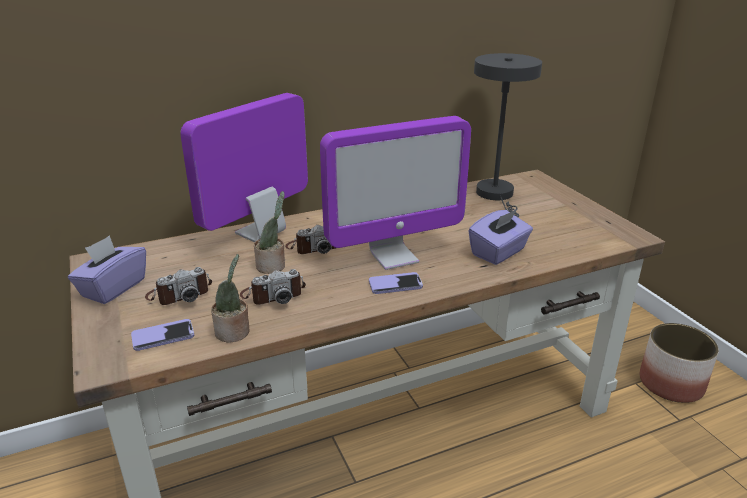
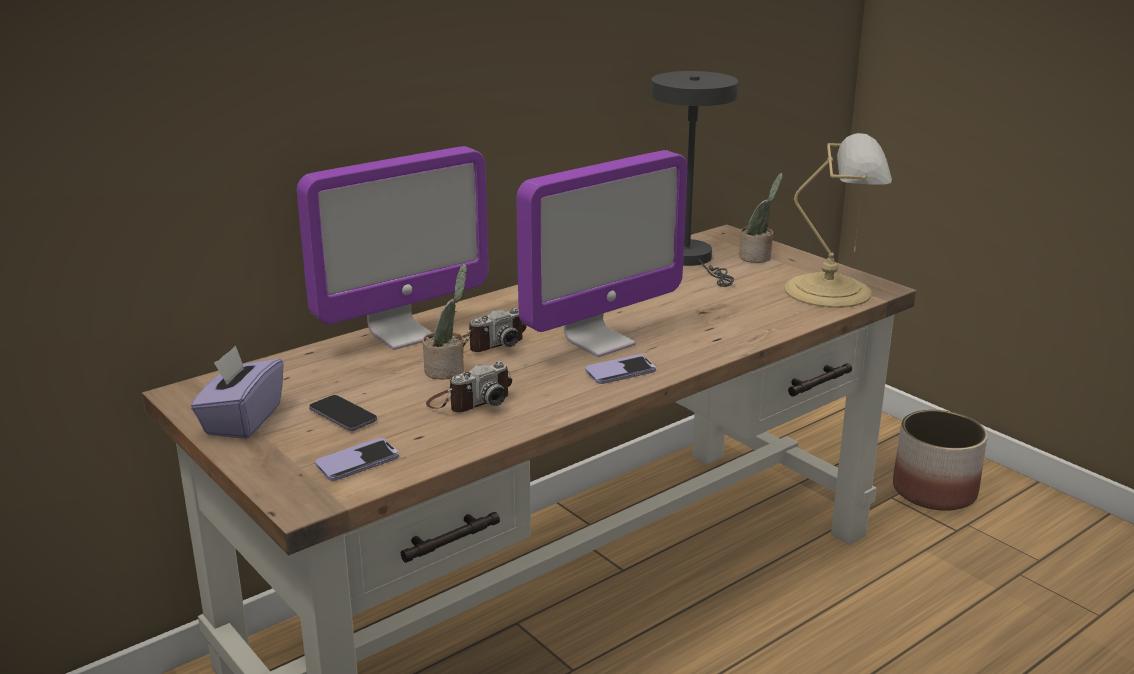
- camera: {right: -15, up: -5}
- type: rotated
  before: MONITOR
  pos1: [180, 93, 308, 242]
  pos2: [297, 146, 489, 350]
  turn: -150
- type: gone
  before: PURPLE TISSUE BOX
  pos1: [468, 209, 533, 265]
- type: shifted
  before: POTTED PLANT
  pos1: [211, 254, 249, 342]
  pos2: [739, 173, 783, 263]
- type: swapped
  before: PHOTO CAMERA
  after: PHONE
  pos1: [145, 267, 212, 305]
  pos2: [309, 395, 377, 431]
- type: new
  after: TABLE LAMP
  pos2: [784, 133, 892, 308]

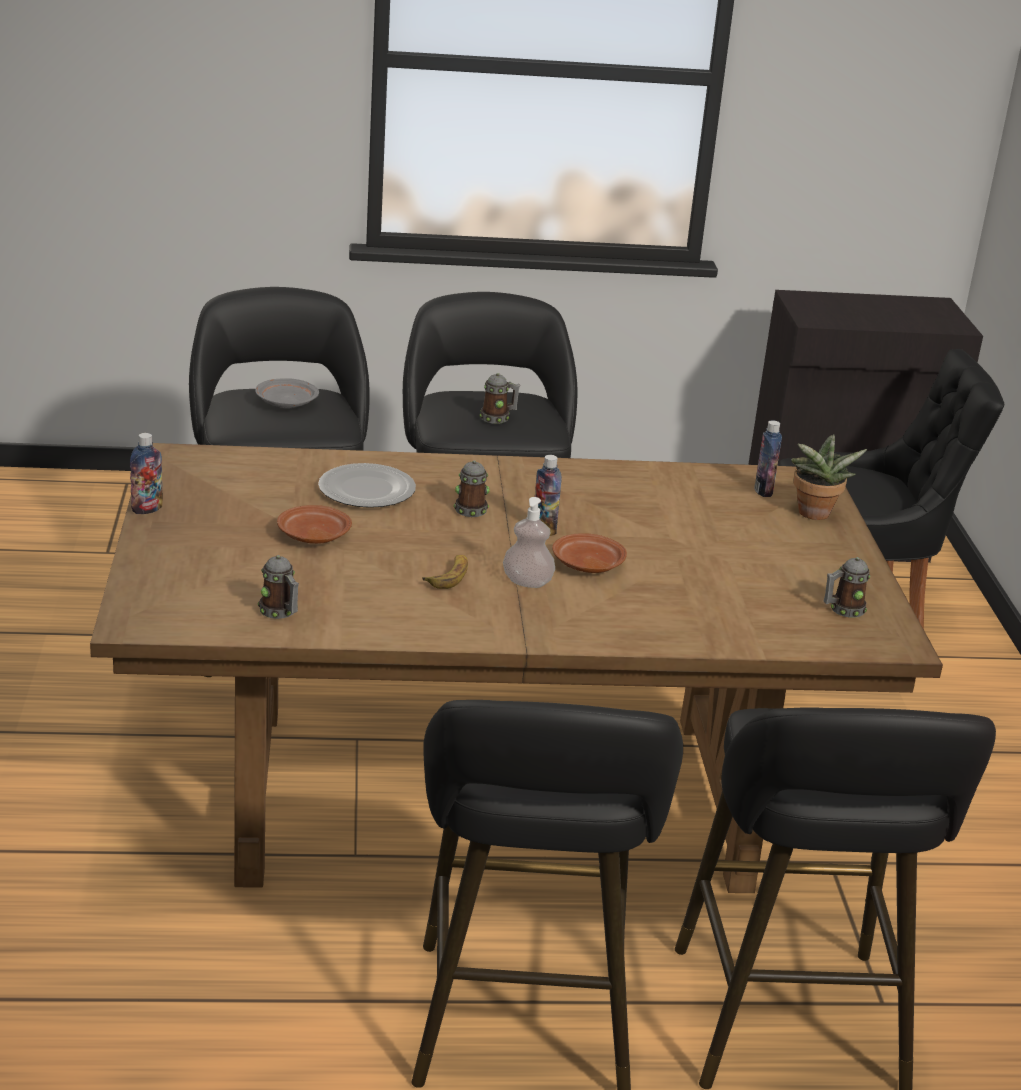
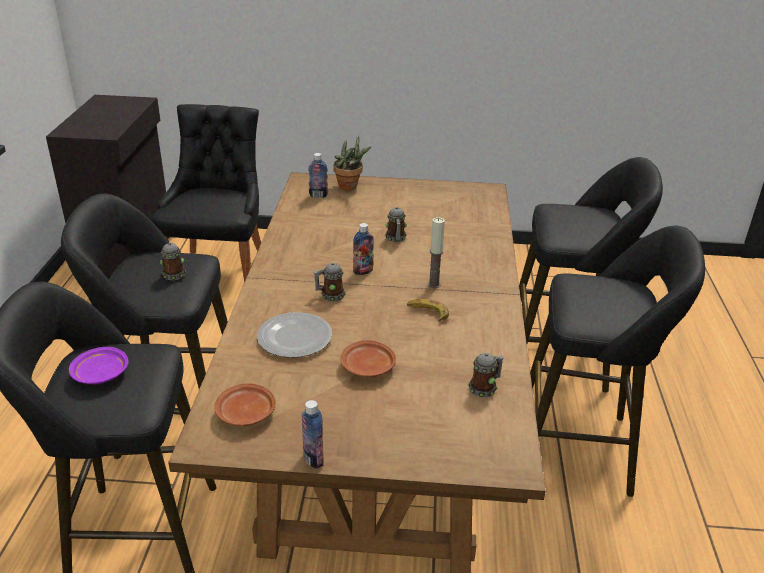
- camera: {right: -80, up: 5}
- type: repainted
  before: GREY PLATE
  after: PURPLE PLATE
  pos1: [255, 378, 319, 409]
  pos2: [69, 347, 129, 384]
- type: swapped
  before: SOAP DISPENSER
  after: CANDLE
  pos1: [503, 497, 555, 588]
  pos2: [428, 217, 445, 288]
- type: shifted
  before: BROWN PLATE
  pos1: [552, 533, 627, 573]
  pos2: [214, 383, 276, 426]
- type: shifted
  before: MUG
  pos1: [824, 557, 870, 618]
  pos2: [385, 207, 407, 242]

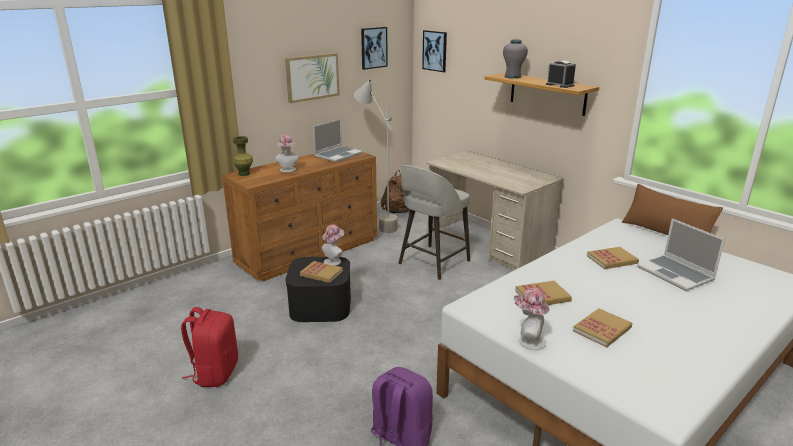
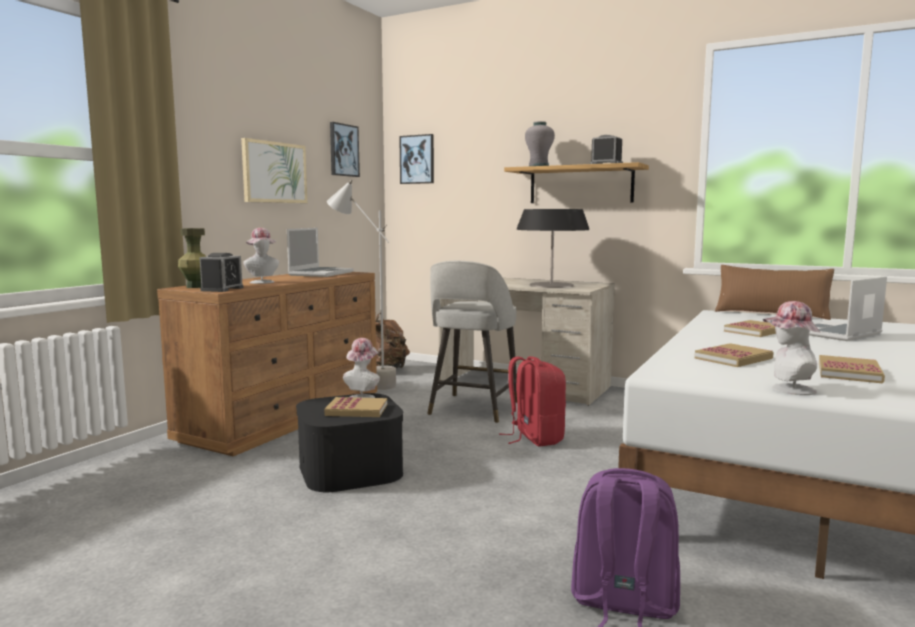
- camera: {right: -20, up: -15}
- type: rotated
  before: LAPTOP
  pos1: [637, 218, 725, 291]
  pos2: [809, 276, 887, 341]
  turn: 105
- type: shifted
  before: RED BACKPACK
  pos1: [181, 307, 238, 387]
  pos2: [499, 356, 566, 447]
- type: new
  after: TABLE LAMP
  pos2: [517, 209, 589, 288]
- type: new
  after: ALARM CLOCK
  pos2: [200, 253, 243, 292]

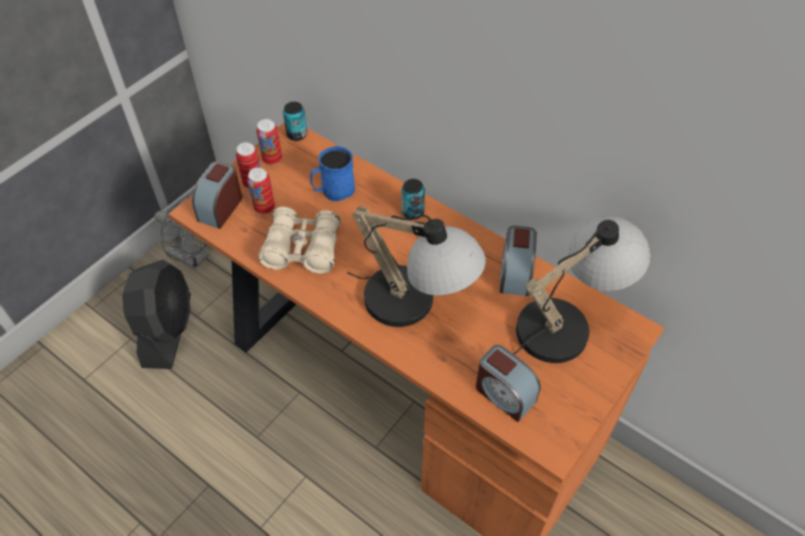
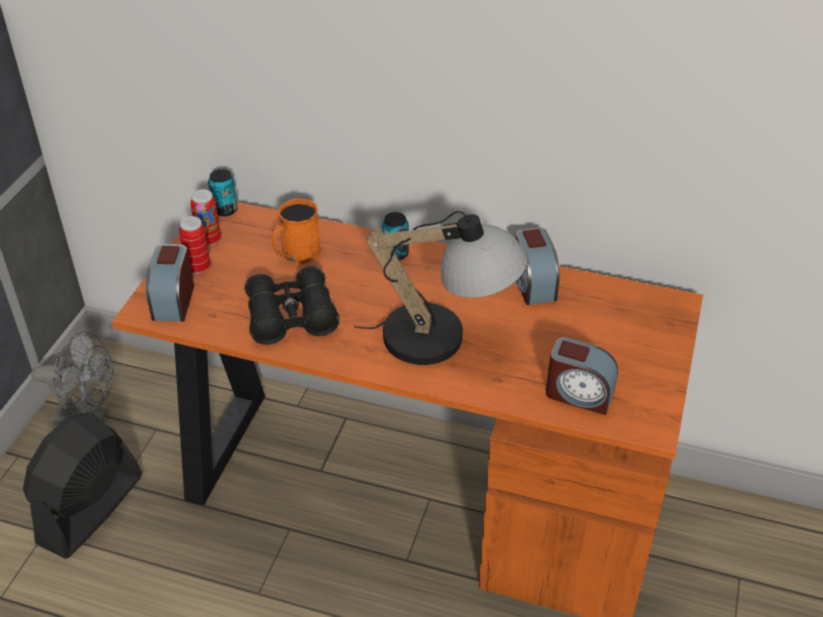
- camera: {right: -20, up: -10}
- type: repainted
  before: BLUE MUG
  after: ORANGE MUG
  pos1: [310, 146, 355, 202]
  pos2: [272, 199, 321, 264]
- type: gone
  before: CAN
  pos1: [247, 168, 275, 214]
- type: repainted
  before: BEIGE BINOCULARS
  after: BLACK BINOCULARS
  pos1: [258, 207, 341, 274]
  pos2: [244, 266, 339, 345]
- type: gone
  before: TABLE LAMP
  pos1: [513, 216, 651, 363]
- type: rotated
  before: BLACK FAN
  pos1: [123, 259, 191, 369]
  pos2: [23, 412, 142, 559]
  turn: -135

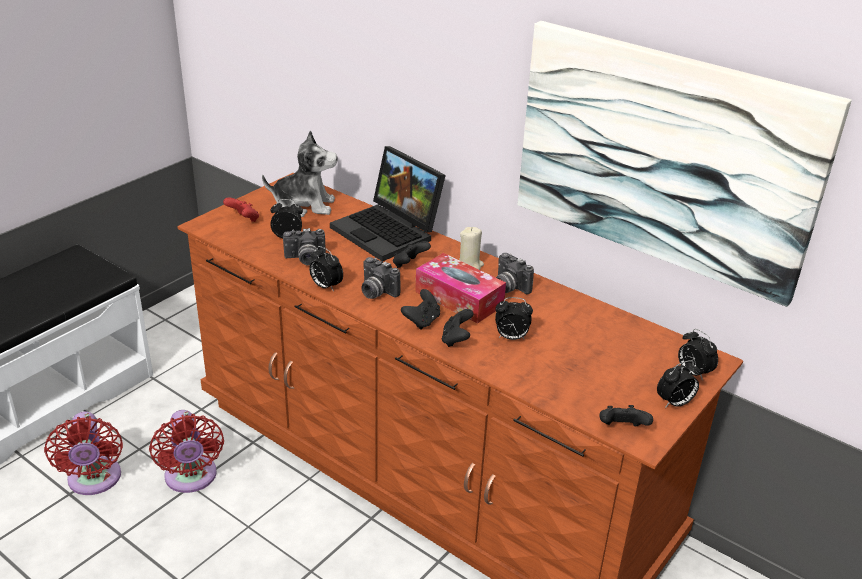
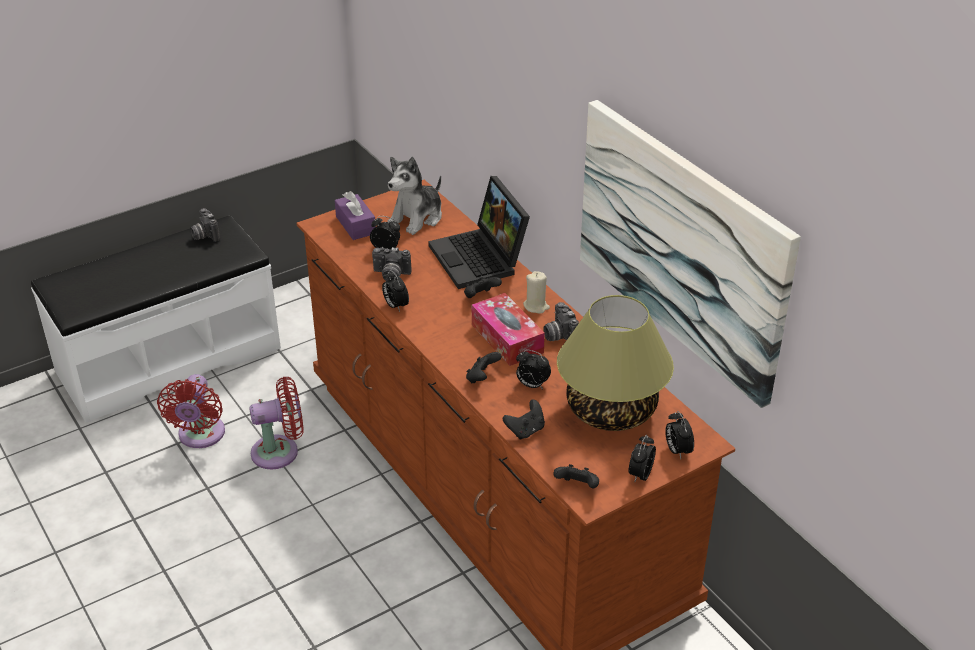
- camera: {right: 20, up: 5}
- type: rotated
  before: PLUSH TOY
  pos1: [262, 131, 338, 217]
  pos2: [387, 157, 442, 235]
  turn: 105
- type: swapped
  before: RED GAME CONTROLLER
  after: PURPLE TISSUE BOX
  pos1: [223, 198, 259, 222]
  pos2: [335, 191, 376, 240]
- type: shifted
  before: PHOTO CAMERA
  pos1: [361, 257, 401, 299]
  pos2: [190, 208, 220, 242]
- type: shifted
  before: BLACK GAME CONTROLLER
  pos1: [401, 289, 440, 330]
  pos2: [503, 399, 545, 440]
- type: rotated
  before: ALARM CLOCK
  pos1: [657, 360, 701, 408]
  pos2: [629, 435, 656, 482]
  turn: 120
- type: rotated
  before: RED FAN
  pos1: [149, 410, 224, 493]
  pos2: [249, 377, 303, 469]
  turn: -105
- type: new
  after: TABLE LAMP
  pos2: [557, 295, 674, 431]

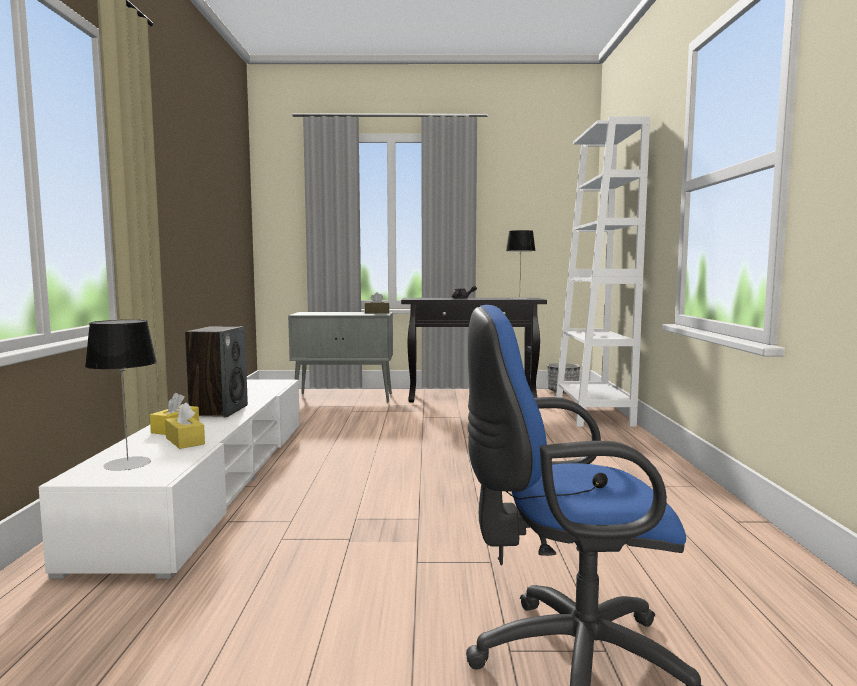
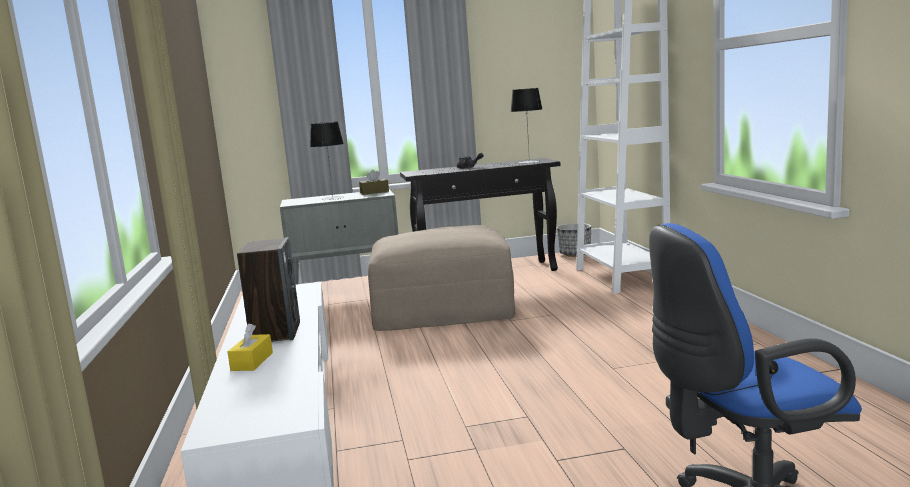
- camera: {right: -10, up: 5}
- type: shifted
  before: TABLE LAMP
  pos1: [85, 320, 157, 471]
  pos2: [310, 122, 344, 200]
- type: gone
  before: YELLOW TISSUE BOX
  pos1: [165, 402, 205, 449]
- type: new
  after: BEIGE OTTOMAN
  pos2: [368, 225, 515, 331]

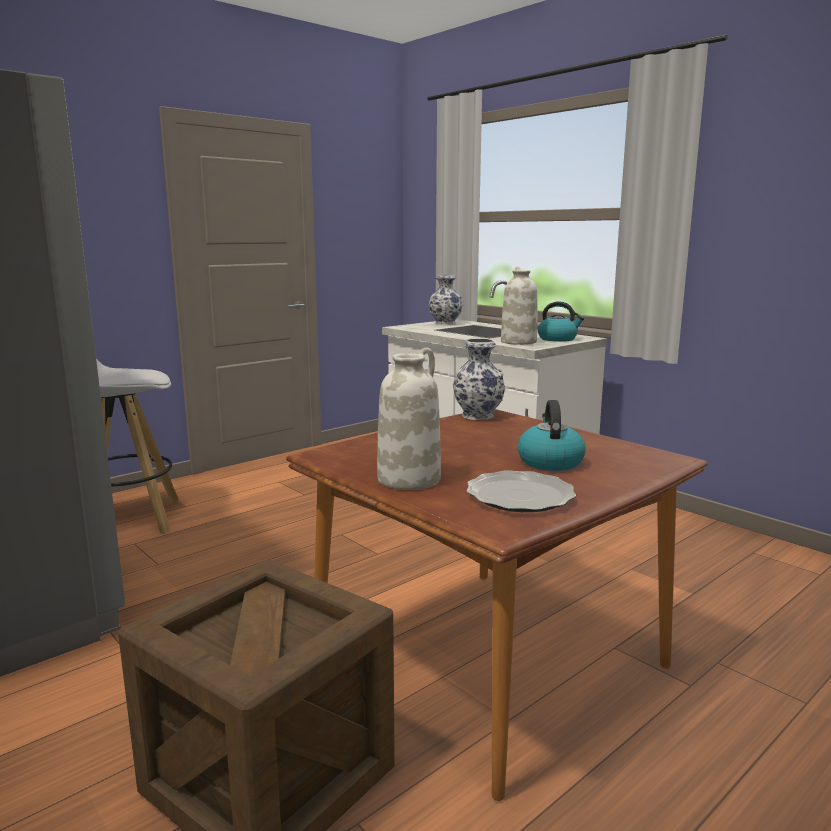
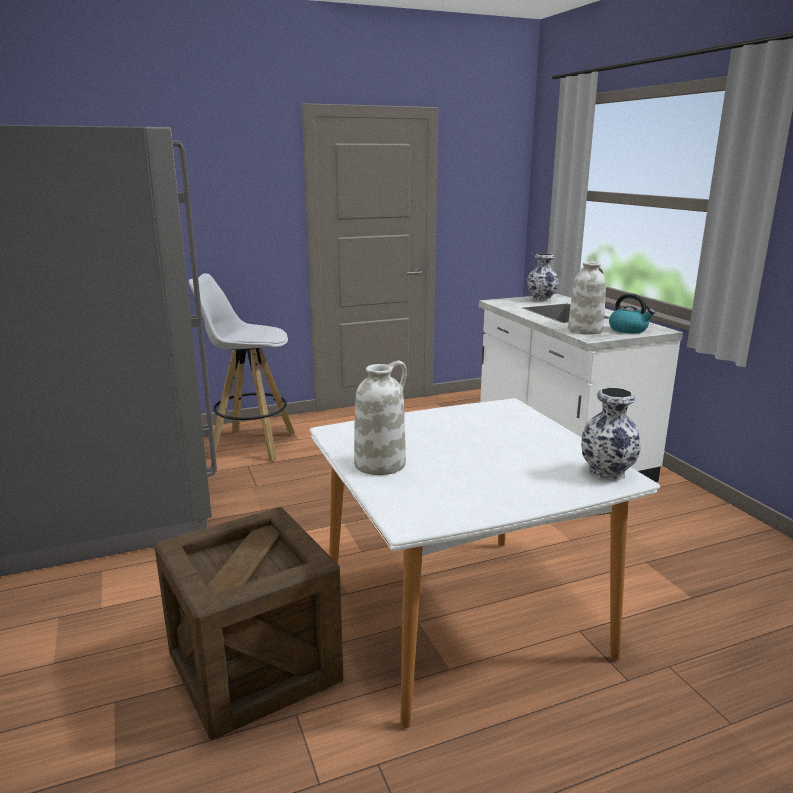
- camera: {right: 20, up: 5}
- type: shifted
  before: VASE
  pos1: [453, 339, 505, 420]
  pos2: [581, 387, 641, 481]
- type: gone
  before: KETTLE
  pos1: [518, 400, 586, 471]
- type: repainted
  before: BROWN DINING TABLE
  after: WHITE DINING TABLE
  pos1: [286, 409, 708, 801]
  pos2: [309, 398, 660, 728]
- type: gone
  before: PLATE
  pos1: [466, 470, 576, 512]

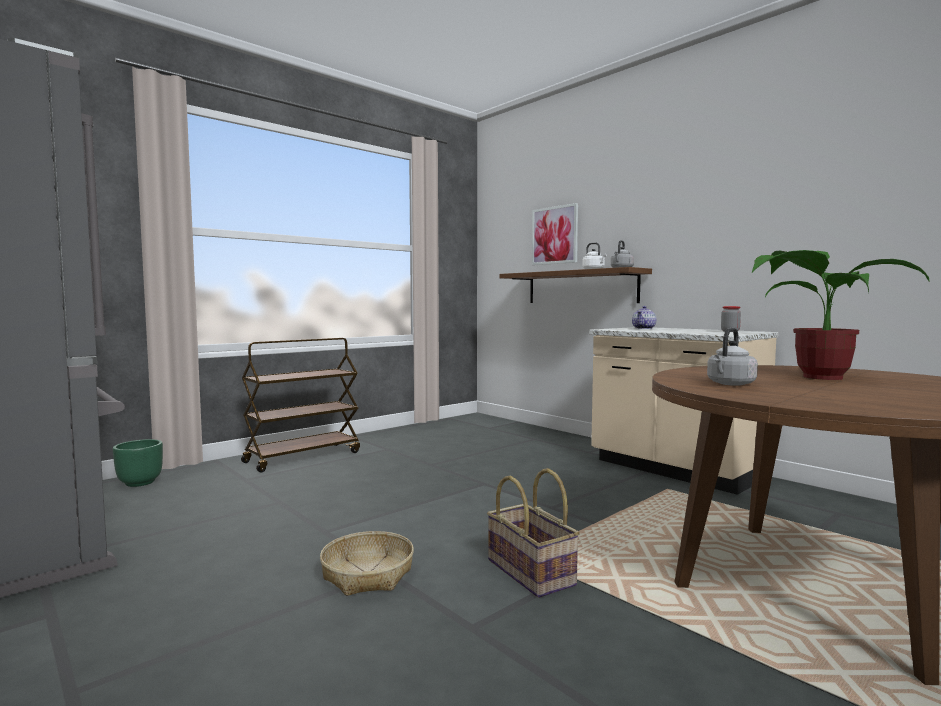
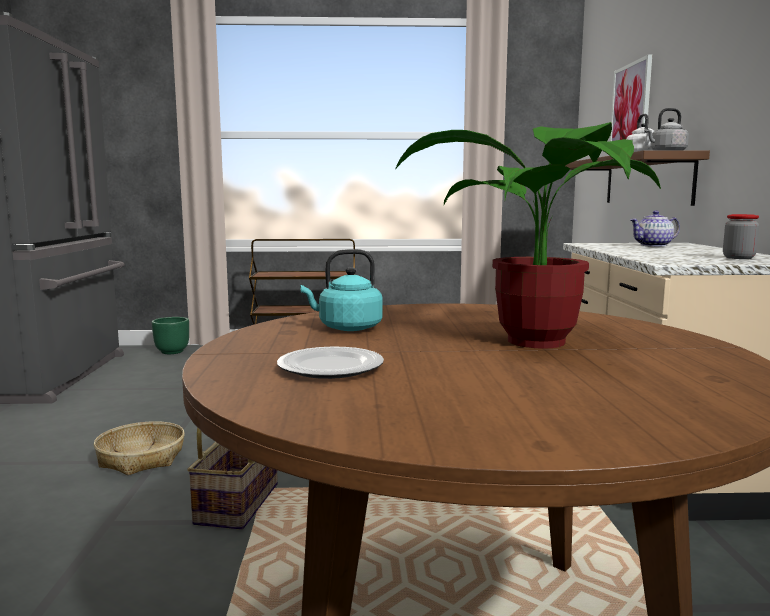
- camera: {right: 40, up: 5}
- type: repainted
  before: GREY KETTLE
  after: TURQUOISE KETTLE
  pos1: [707, 328, 758, 386]
  pos2: [300, 249, 383, 331]
- type: new
  after: PLATE
  pos2: [277, 347, 384, 379]

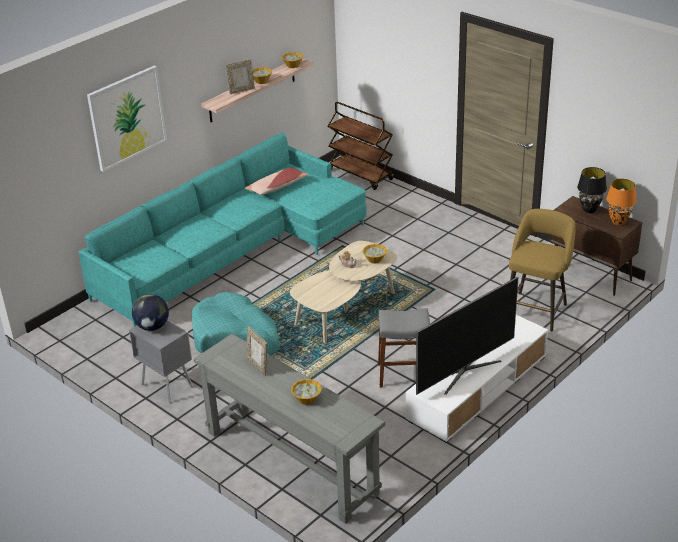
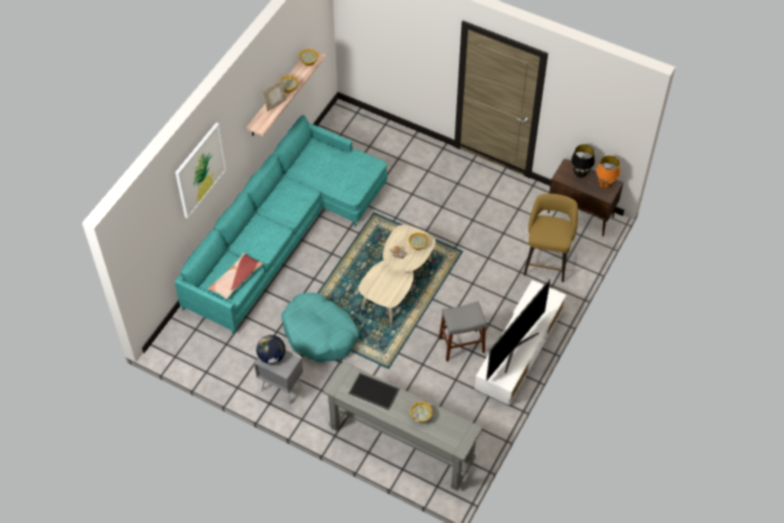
- camera: {right: -15, up: 20}
- type: gone
  before: BROWN CART
  pos1: [327, 102, 394, 190]
- type: shifted
  before: PILLOW
  pos1: [245, 168, 309, 195]
  pos2: [208, 253, 263, 299]
- type: swapped
  before: PICTURE FRAME
  after: TRAY
  pos1: [246, 326, 267, 376]
  pos2: [348, 373, 400, 410]

